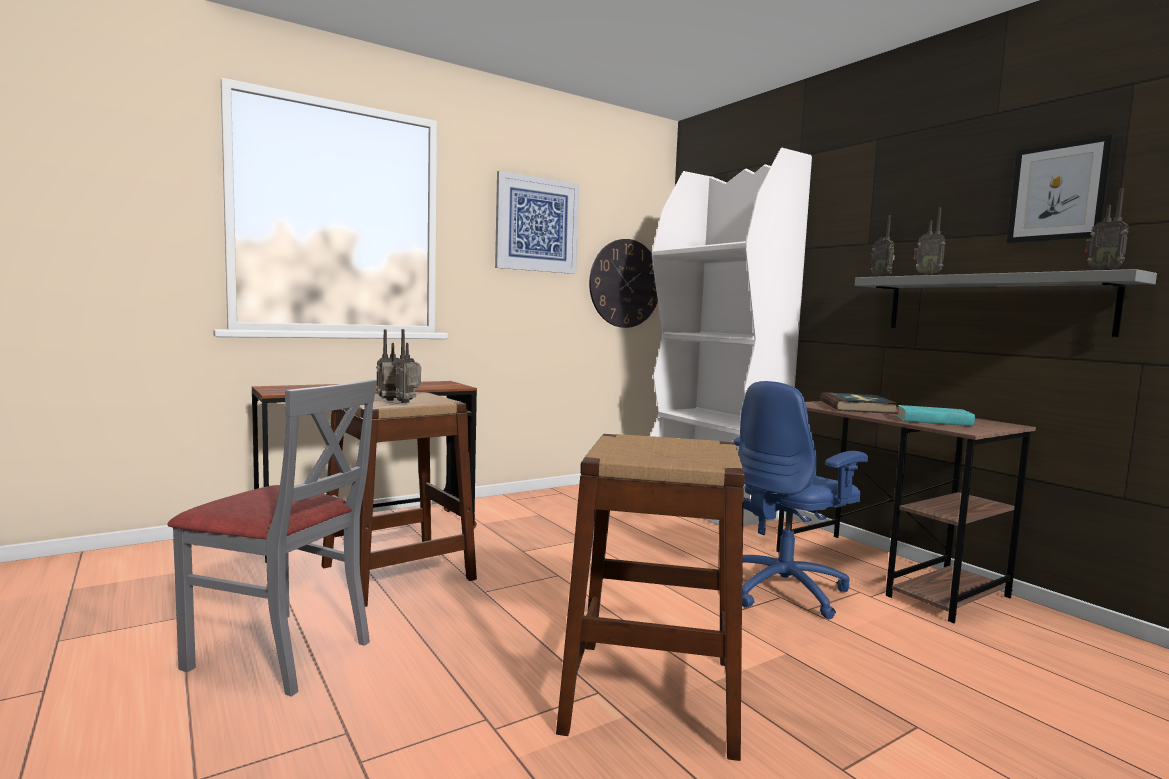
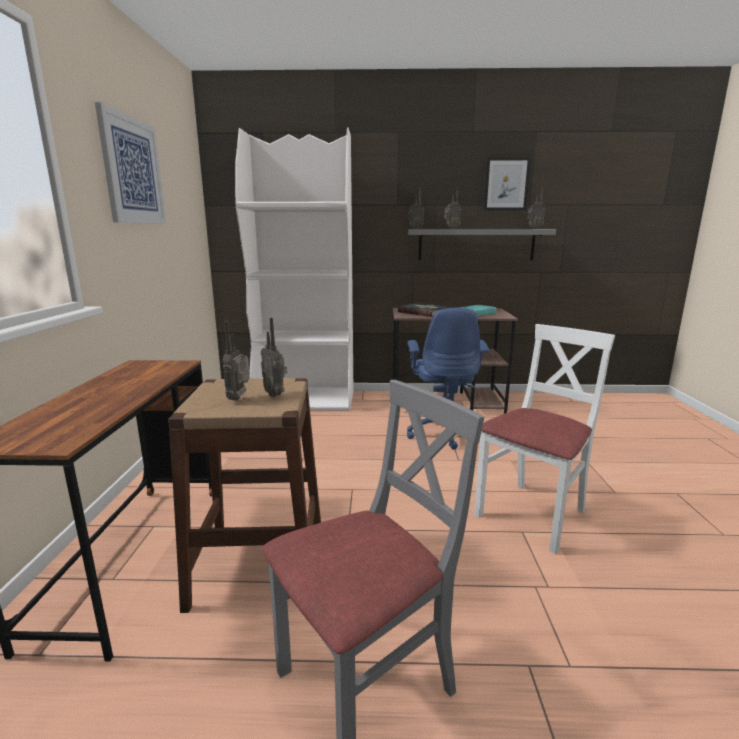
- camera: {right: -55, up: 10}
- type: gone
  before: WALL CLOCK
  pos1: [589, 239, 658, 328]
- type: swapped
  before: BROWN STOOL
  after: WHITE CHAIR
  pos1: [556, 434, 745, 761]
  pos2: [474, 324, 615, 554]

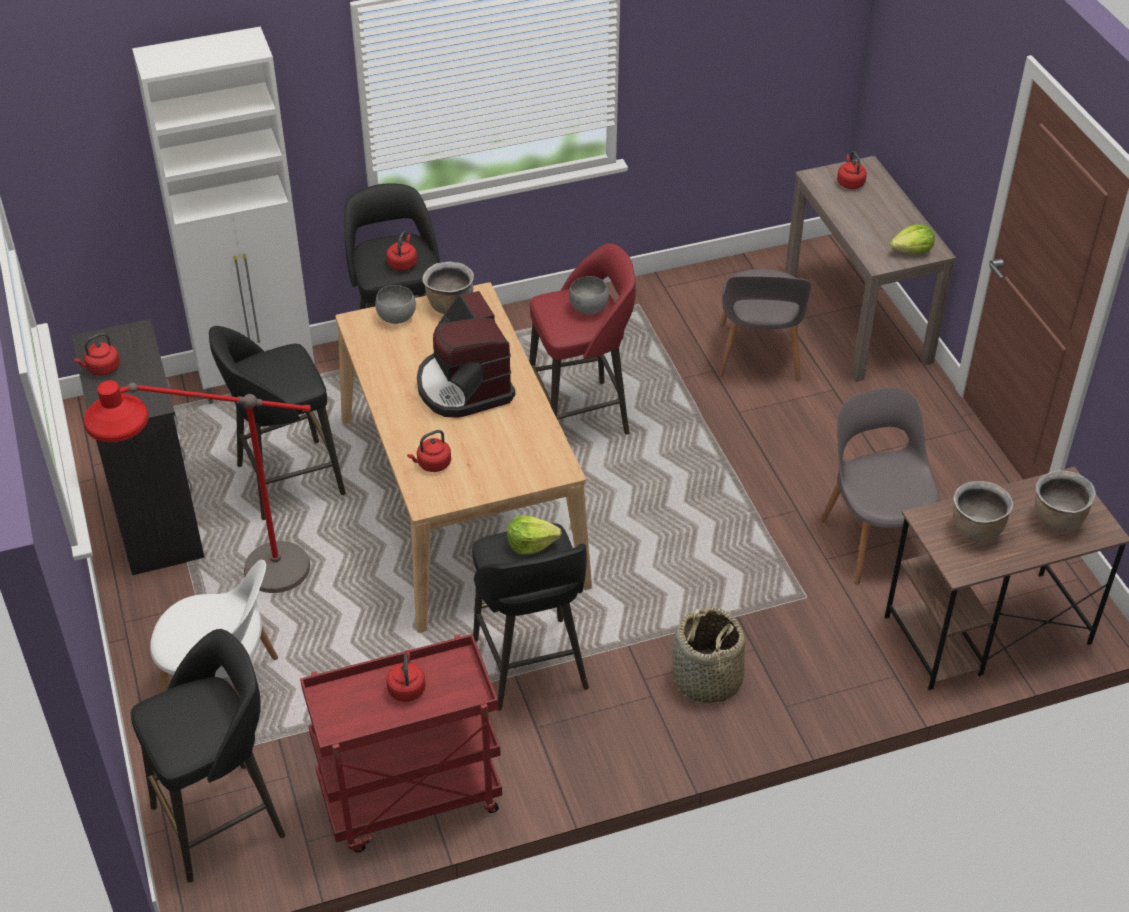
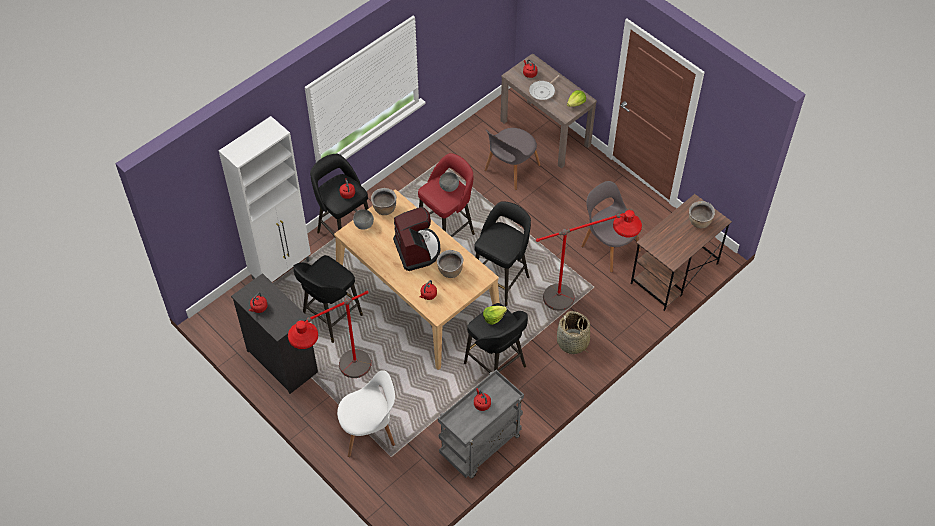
- camera: {right: -25, up: 10}
- type: rotated
  before: GREY CHAIR
  pos1: [718, 269, 811, 381]
  pos2: [484, 128, 541, 190]
  turn: 60
- type: rotated
  before: COFFEE MACHINE
  pos1: [417, 291, 515, 418]
  pos2: [393, 207, 440, 271]
  turn: -150
- type: shifted
  before: BROWN COOKING POT
  pos1: [953, 481, 1013, 542]
  pos2: [437, 250, 463, 278]
- type: shifted
  before: BLACK STOOL
  pos1: [131, 629, 285, 883]
  pos2: [474, 201, 531, 306]
- type: repainted
  before: RED CART
  after: GREY CART
  pos1: [300, 634, 502, 853]
  pos2: [438, 370, 524, 478]
- type: new
  after: FRYING PAN
  pos2: [529, 75, 559, 100]
- type: new
  after: RED FLOOR LAMP
  pos2: [536, 210, 642, 311]

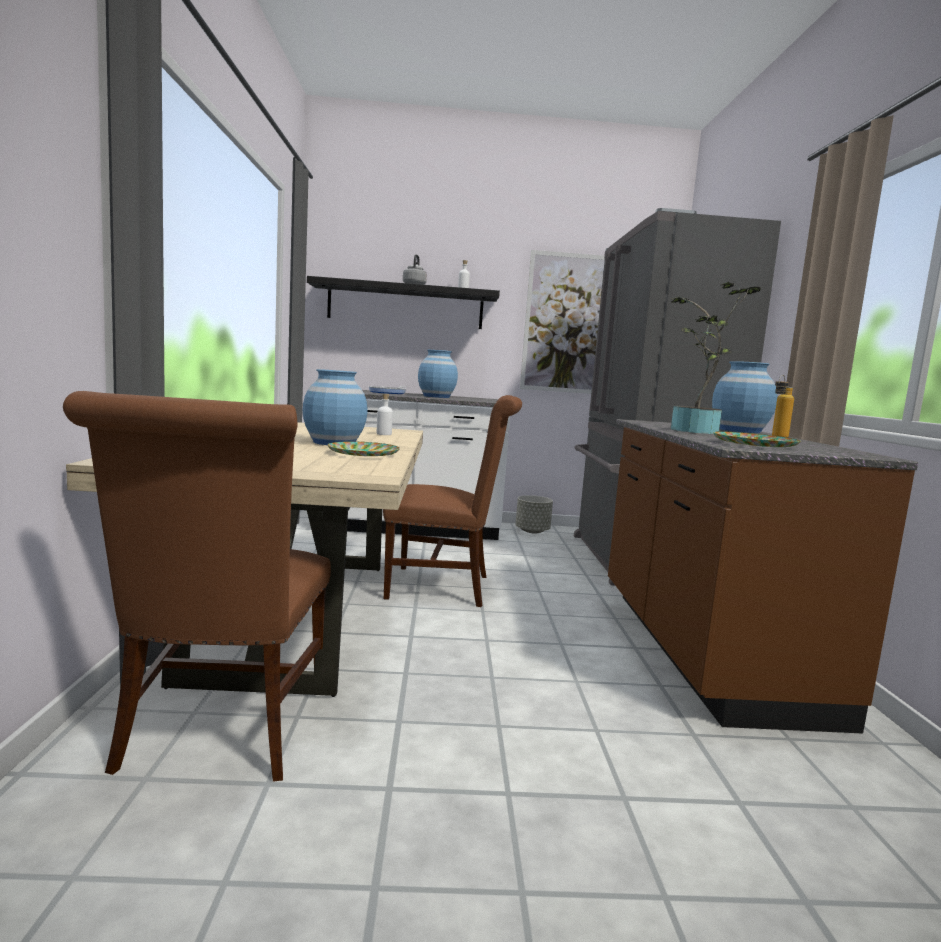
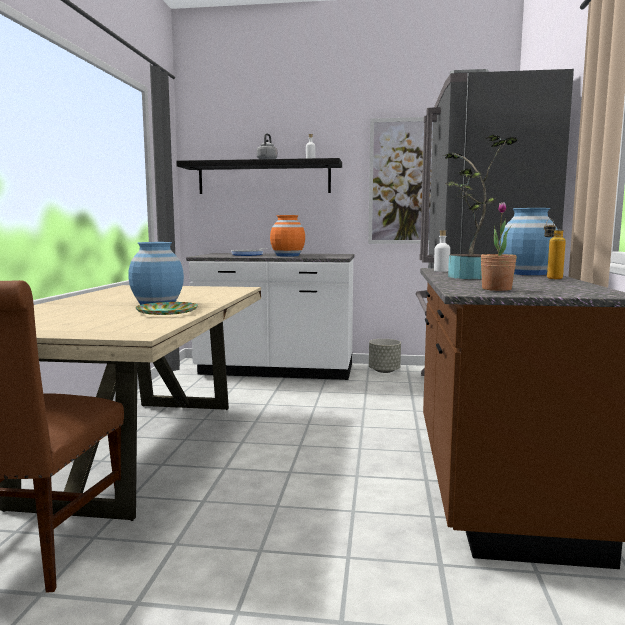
- camera: {right: 10, up: 0}
- type: repainted
  before: BLUE VASE
  after: ORANGE VASE
  pos1: [418, 350, 458, 398]
  pos2: [270, 215, 305, 257]
- type: shifted
  before: WHITE BOTTLE
  pos1: [377, 394, 393, 435]
  pos2: [434, 230, 450, 272]
- type: gone
  before: BROWN CHAIR
  pos1: [383, 395, 522, 607]
- type: swapped
  before: PLATE
  after: POTTED PLANT
  pos1: [713, 431, 801, 447]
  pos2: [481, 202, 517, 291]

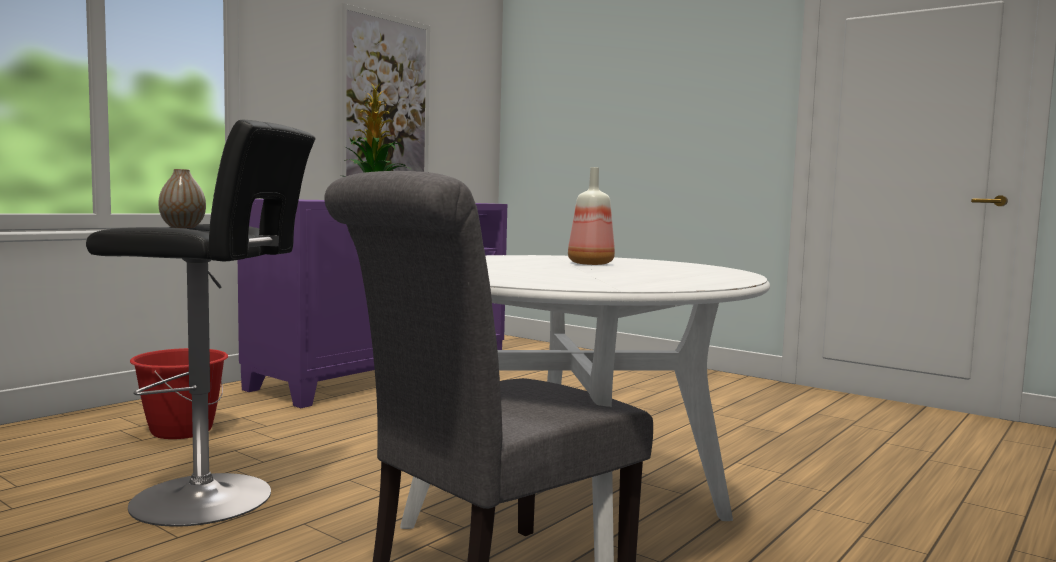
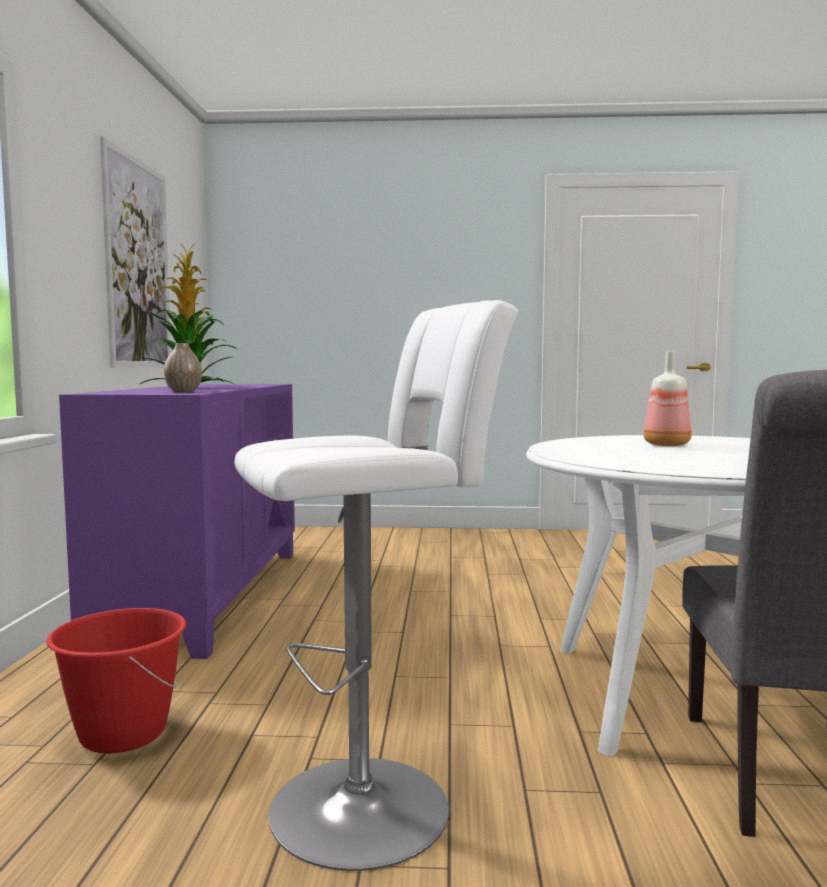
- camera: {right: -35, up: 0}
- type: repainted
  before: BLACK STOOL
  after: WHITE STOOL
  pos1: [86, 120, 316, 527]
  pos2: [235, 300, 518, 871]
- type: shifted
  before: VASE
  pos1: [158, 169, 206, 228]
  pos2: [164, 343, 202, 392]

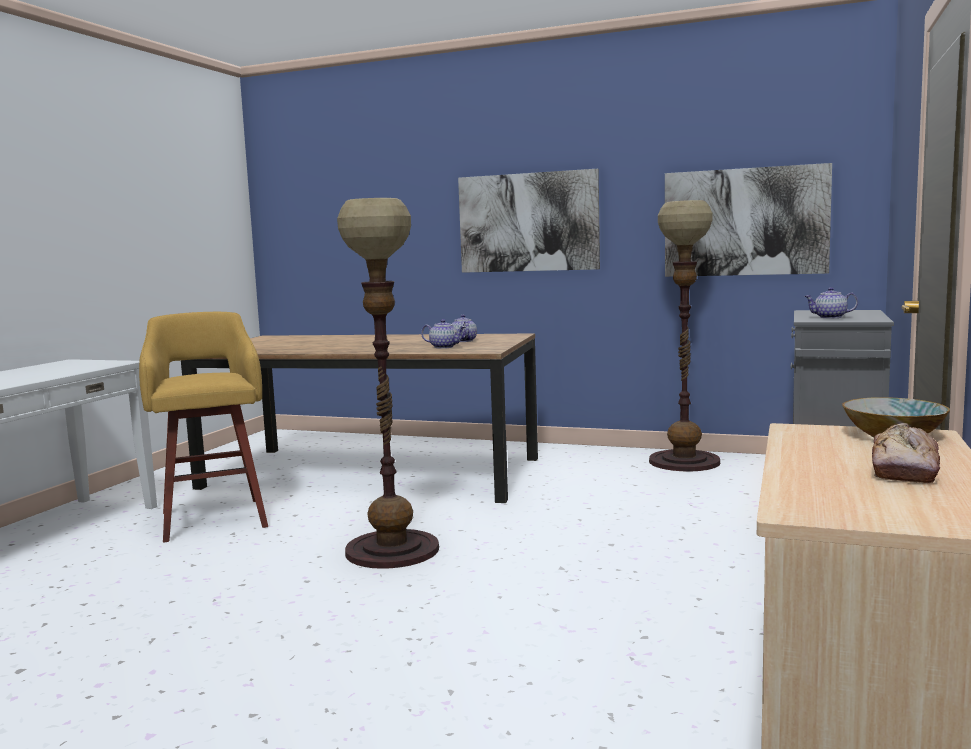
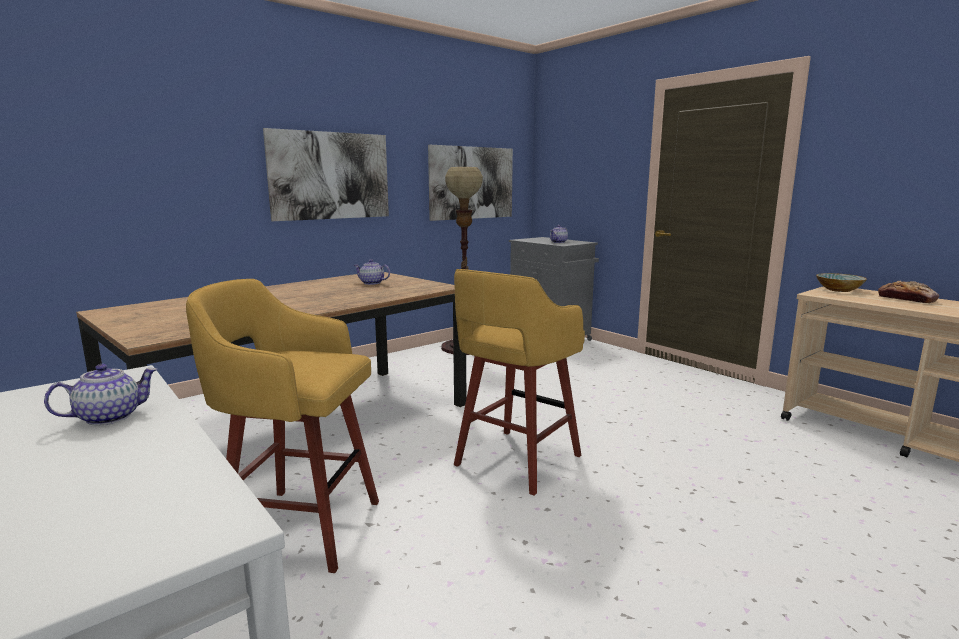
- camera: {right: -60, up: 5}
- type: swapped
  before: FLOOR LAMP
  after: YELLOW STOOL
  pos1: [337, 198, 439, 569]
  pos2: [454, 269, 585, 496]
- type: shifted
  before: TEAPOT
  pos1: [421, 319, 465, 349]
  pos2: [44, 364, 158, 426]

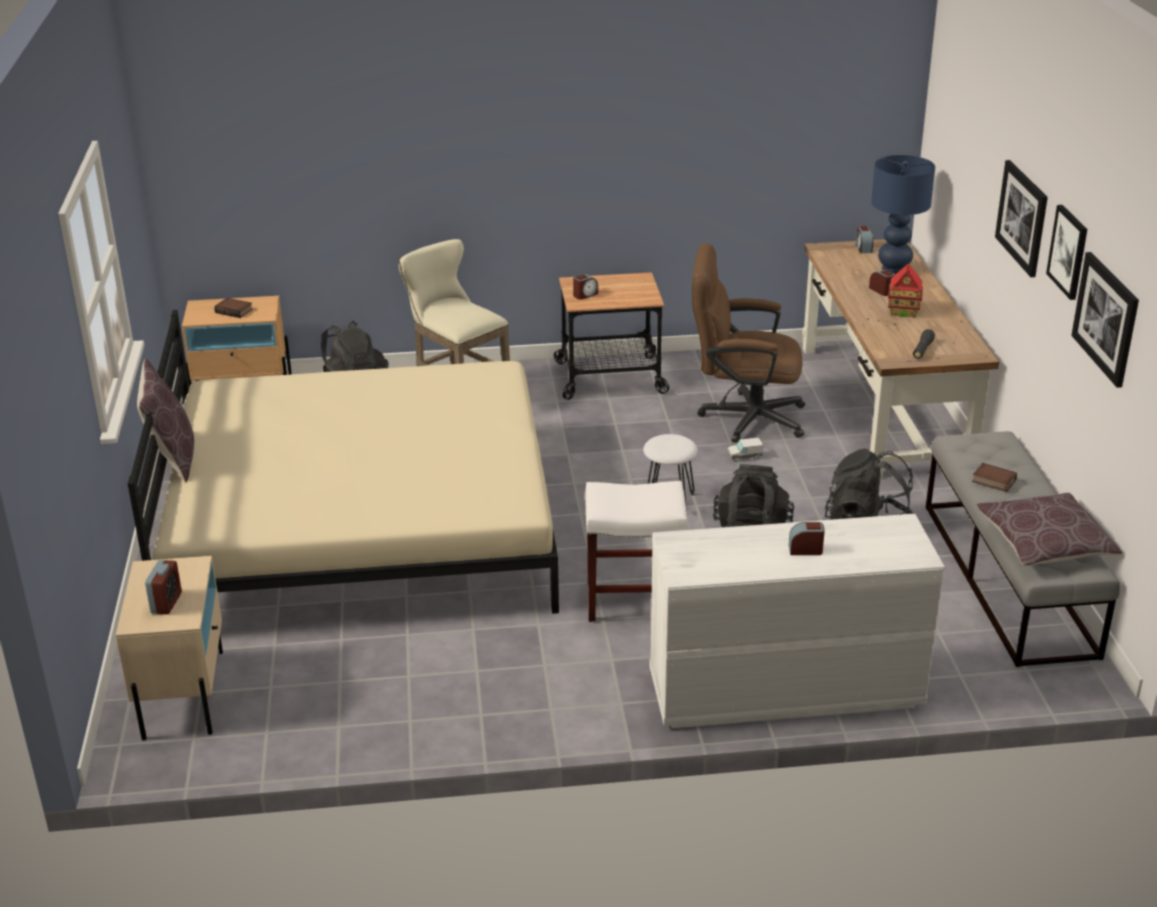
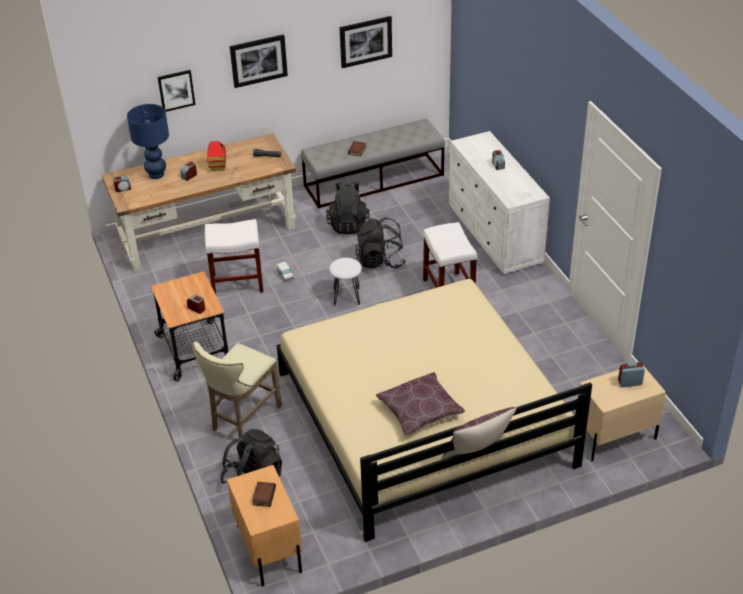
- camera: {right: -105, up: 10}
- type: shifted
  before: PICTURE
  pos1: [1046, 205, 1087, 300]
  pos2: [158, 70, 195, 112]
- type: swapped
  before: BROWN OFFICE CHAIR
  after: WHITE STOOL
  pos1: [692, 243, 805, 443]
  pos2: [205, 219, 263, 294]
- type: shifted
  before: BROWN PILLOW
  pos1: [977, 493, 1122, 566]
  pos2: [376, 372, 465, 436]

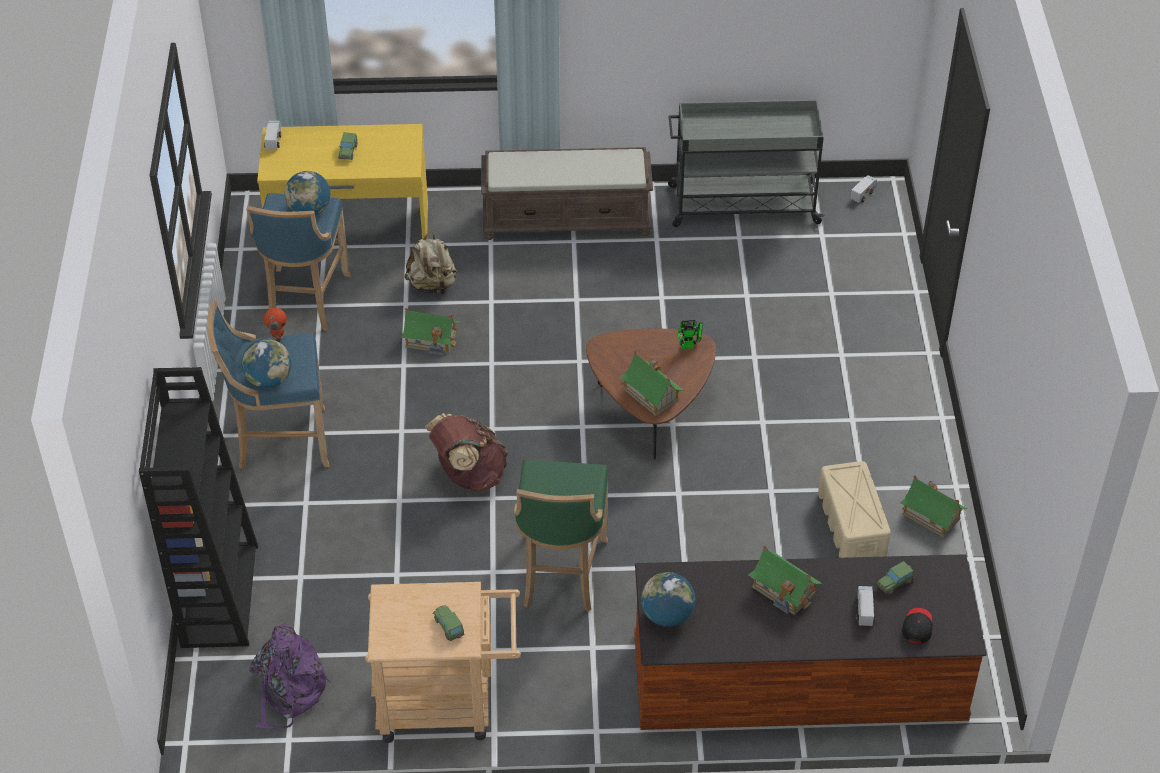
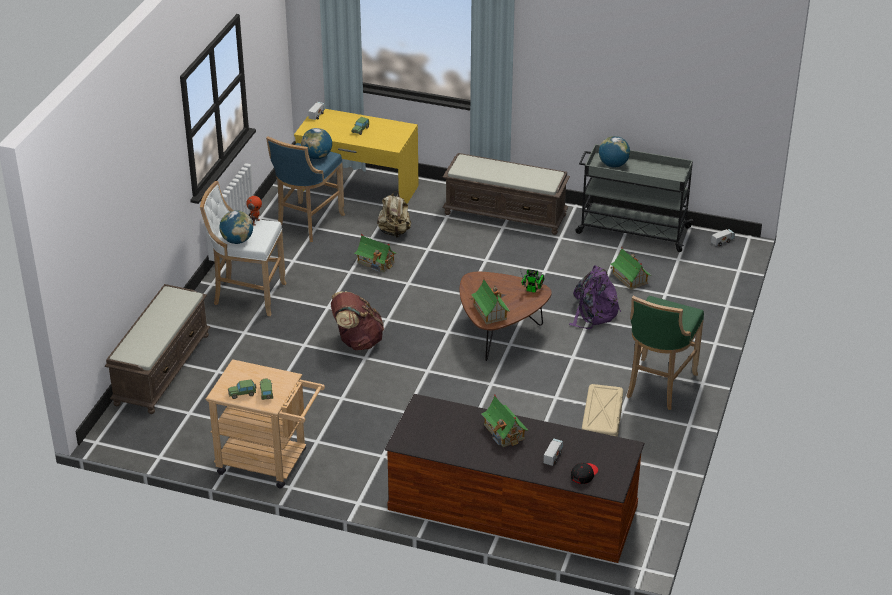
- camera: {right: 20, up: -10}
- type: repainted
  before: BLUE STOOL
  after: WHITE STOOL
  pos1: [207, 300, 329, 469]
  pos2: [200, 181, 287, 316]
- type: swapped
  before: BLACK BOOKCASE
  after: BROWN BENCH
  pos1: [139, 367, 258, 648]
  pos2: [105, 284, 210, 414]
- type: shifted
  before: GREEN STOOL
  pos1: [514, 459, 608, 612]
  pos2: [627, 296, 704, 410]
- type: shifted
  before: TOY HOUSE
  pos1: [900, 475, 967, 538]
  pos2: [611, 247, 651, 290]
- type: shifted
  before: TOY CAR
  pos1: [876, 561, 915, 595]
  pos2: [228, 379, 256, 399]
- type: shifted
  before: GLOBE
  pos1: [641, 572, 695, 627]
  pos2: [599, 136, 630, 168]
- type: shifted
  before: PURPLE BACKPACK
  pos1: [249, 624, 331, 728]
  pos2: [569, 265, 621, 329]

